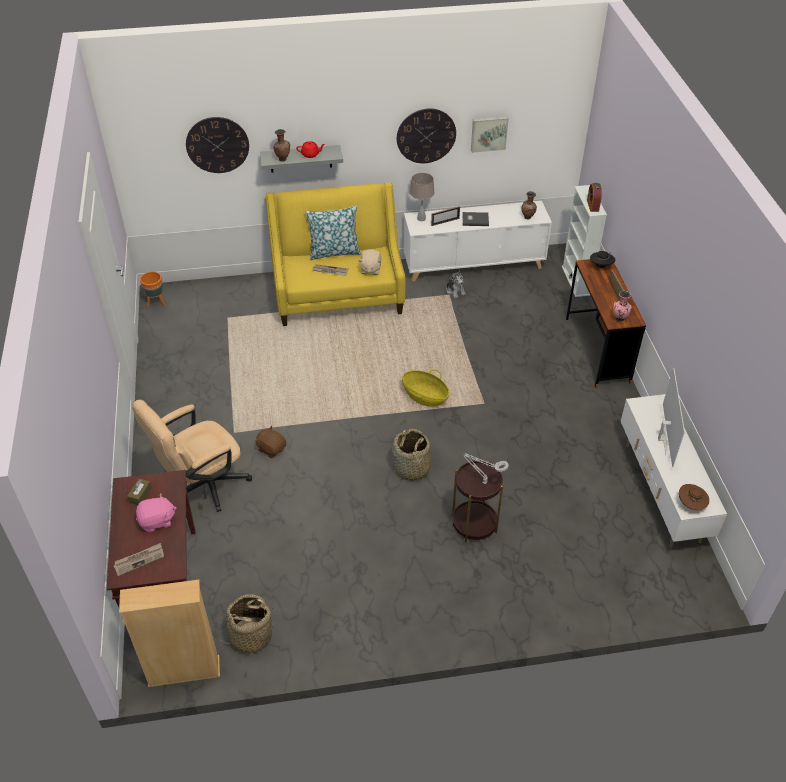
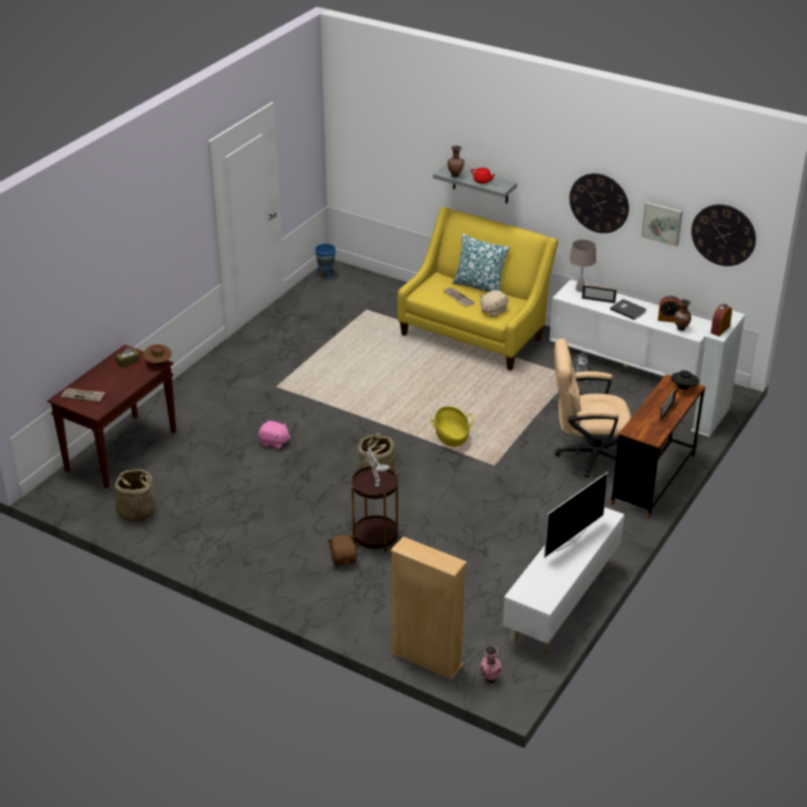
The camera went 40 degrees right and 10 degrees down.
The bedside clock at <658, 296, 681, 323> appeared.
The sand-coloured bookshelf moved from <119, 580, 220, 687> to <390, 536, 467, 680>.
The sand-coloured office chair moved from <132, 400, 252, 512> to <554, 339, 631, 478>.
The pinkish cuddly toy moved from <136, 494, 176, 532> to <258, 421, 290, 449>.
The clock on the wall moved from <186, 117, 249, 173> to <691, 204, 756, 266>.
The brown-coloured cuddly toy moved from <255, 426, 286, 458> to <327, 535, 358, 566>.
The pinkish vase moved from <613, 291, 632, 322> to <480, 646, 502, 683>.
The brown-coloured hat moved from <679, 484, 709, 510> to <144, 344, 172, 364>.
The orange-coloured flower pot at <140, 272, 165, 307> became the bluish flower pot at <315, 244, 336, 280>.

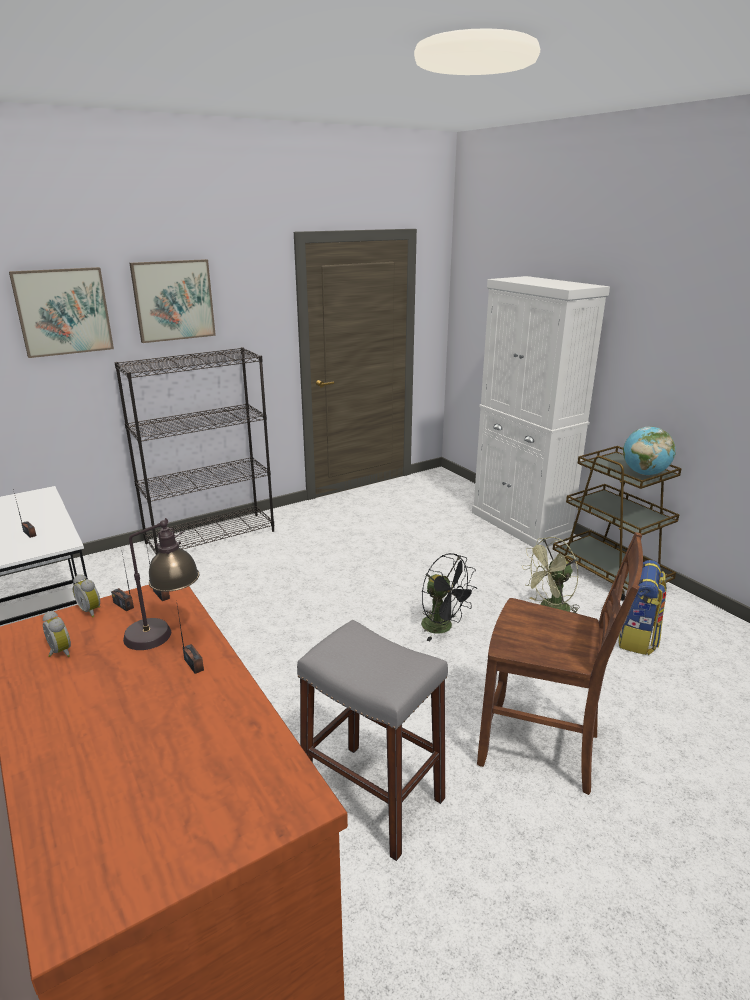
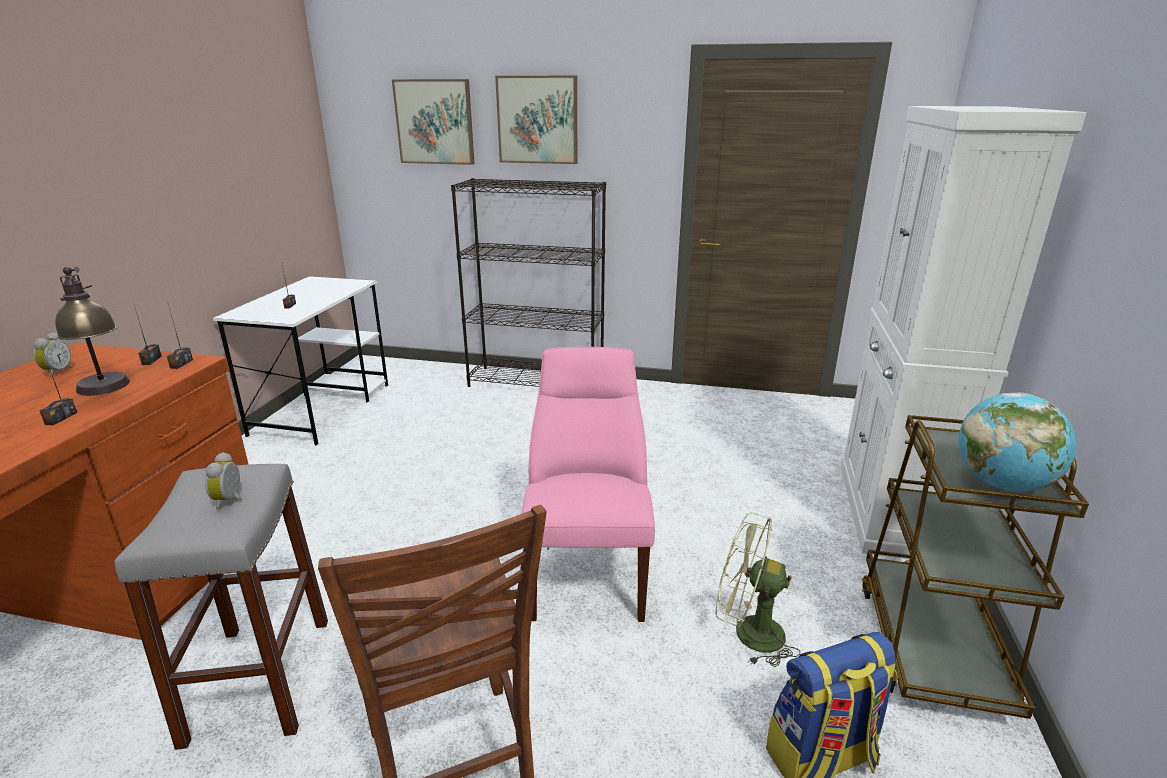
The camera went 45 degrees right and 0 degrees up.
The bedside clock moved from <73, 574, 100, 618> to <205, 452, 242, 510>.
The black-coloured cooling fan at <421, 553, 477, 641> was replaced by the pinkish plain chair at <522, 347, 655, 622>.

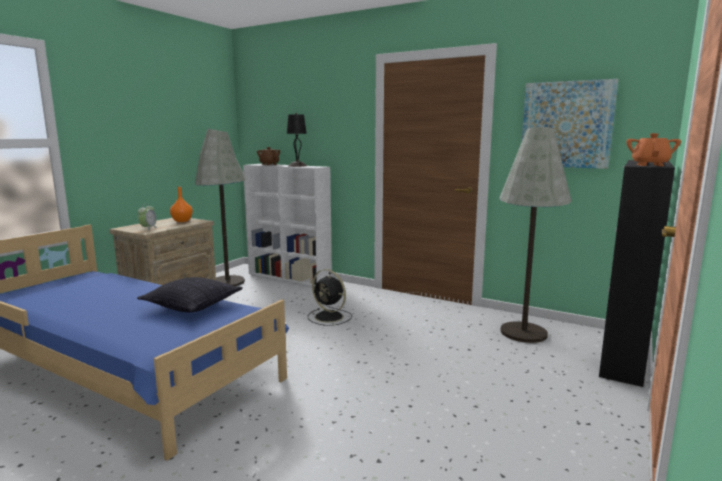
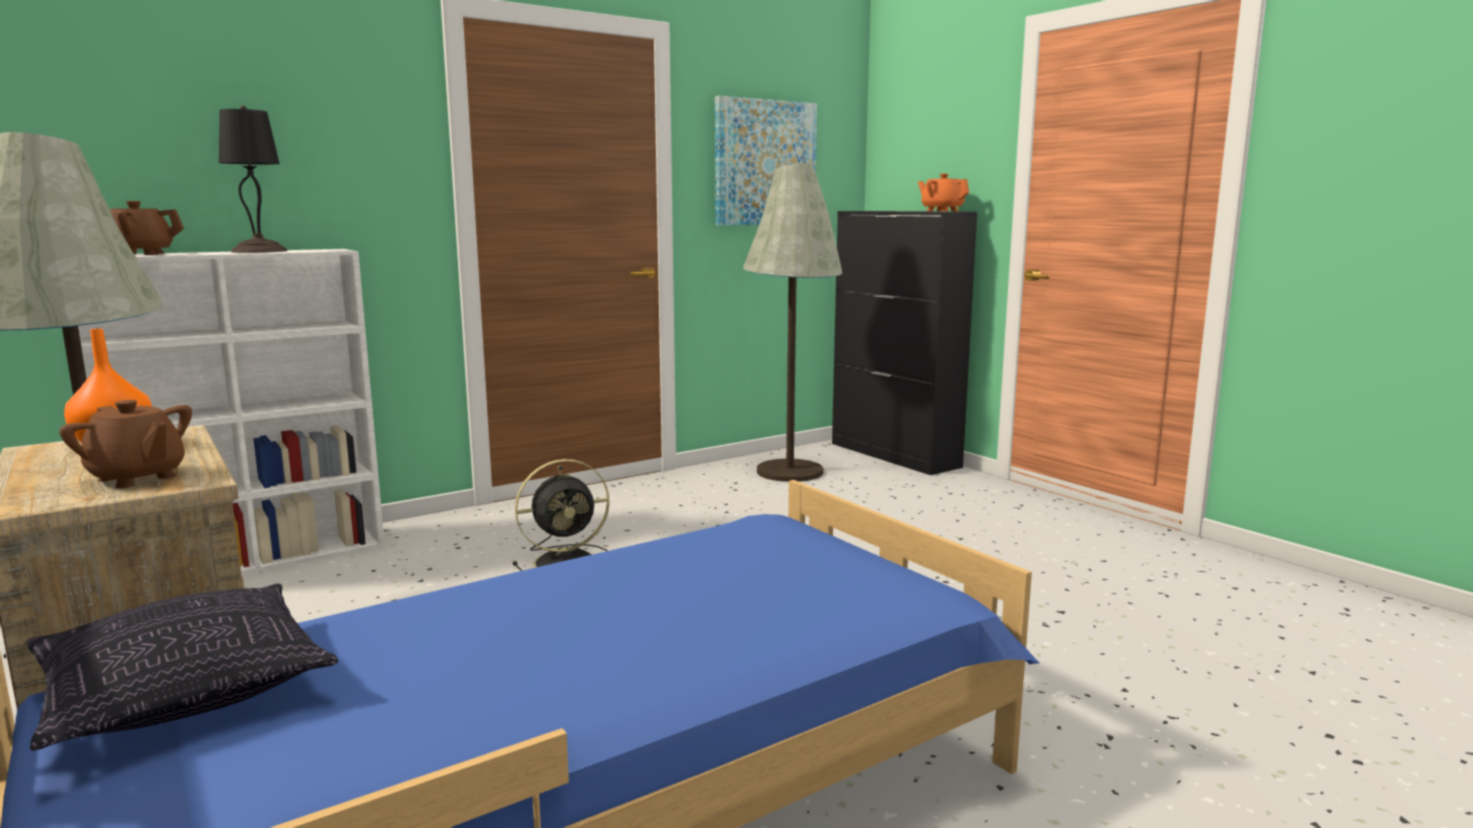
The camera went 65 degrees left and 0 degrees up.
The cushion moved from <137, 277, 243, 312> to <27, 583, 338, 751>.
The bedside clock at <138, 204, 157, 230> was replaced by the brown-coloured tea pot at <59, 400, 192, 488>.

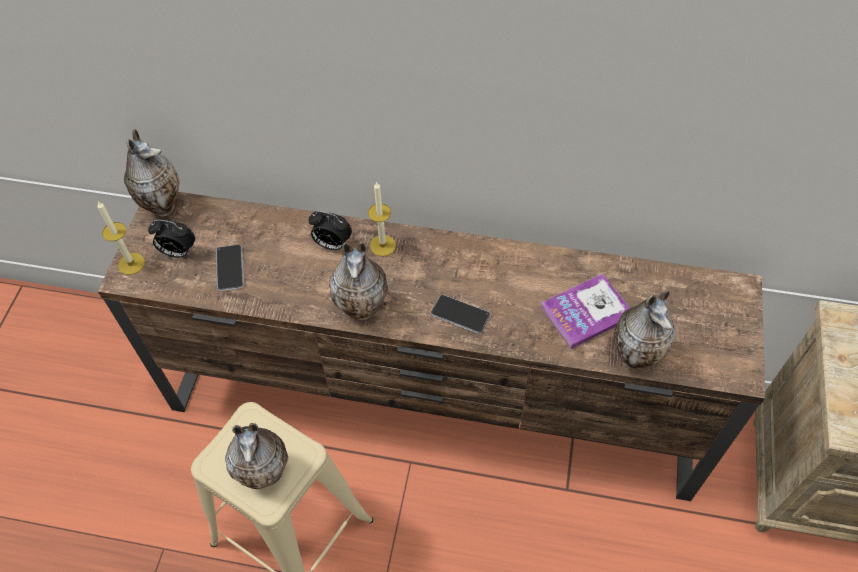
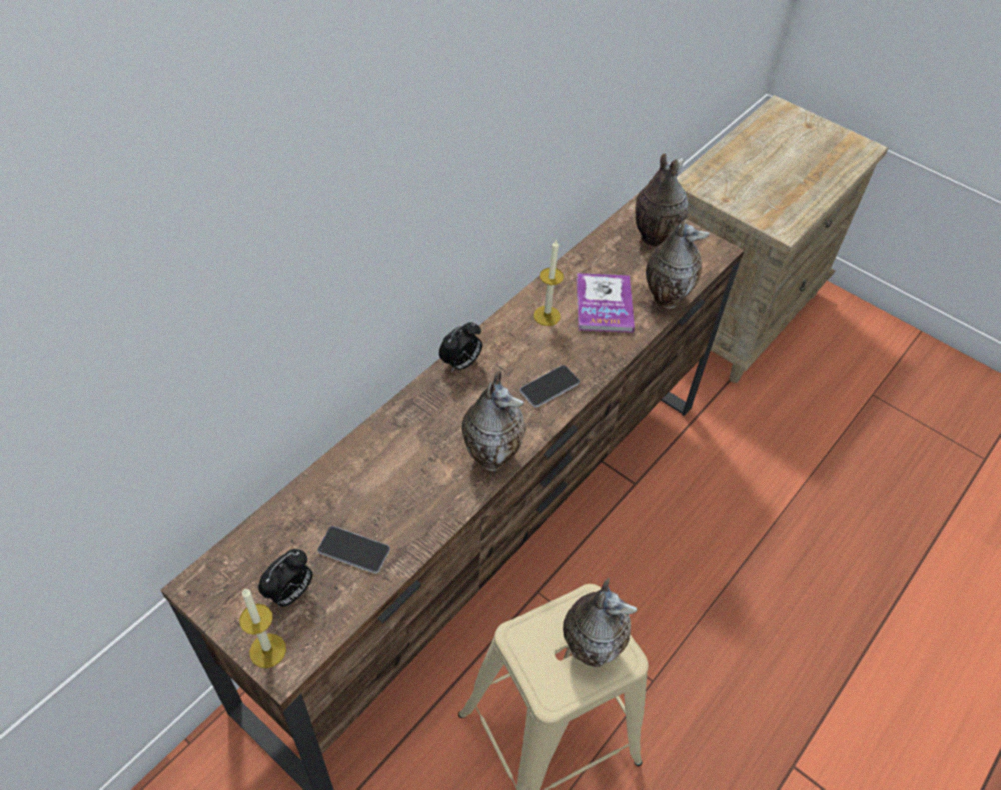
The camera went 65 degrees left and 5 degrees down.
The vase moved from <124, 129, 179, 216> to <635, 154, 688, 246>.
The bedside clock moved from <309, 211, 352, 250> to <439, 321, 482, 372>.
The wax light moved from <368, 181, 396, 256> to <534, 240, 564, 326>.

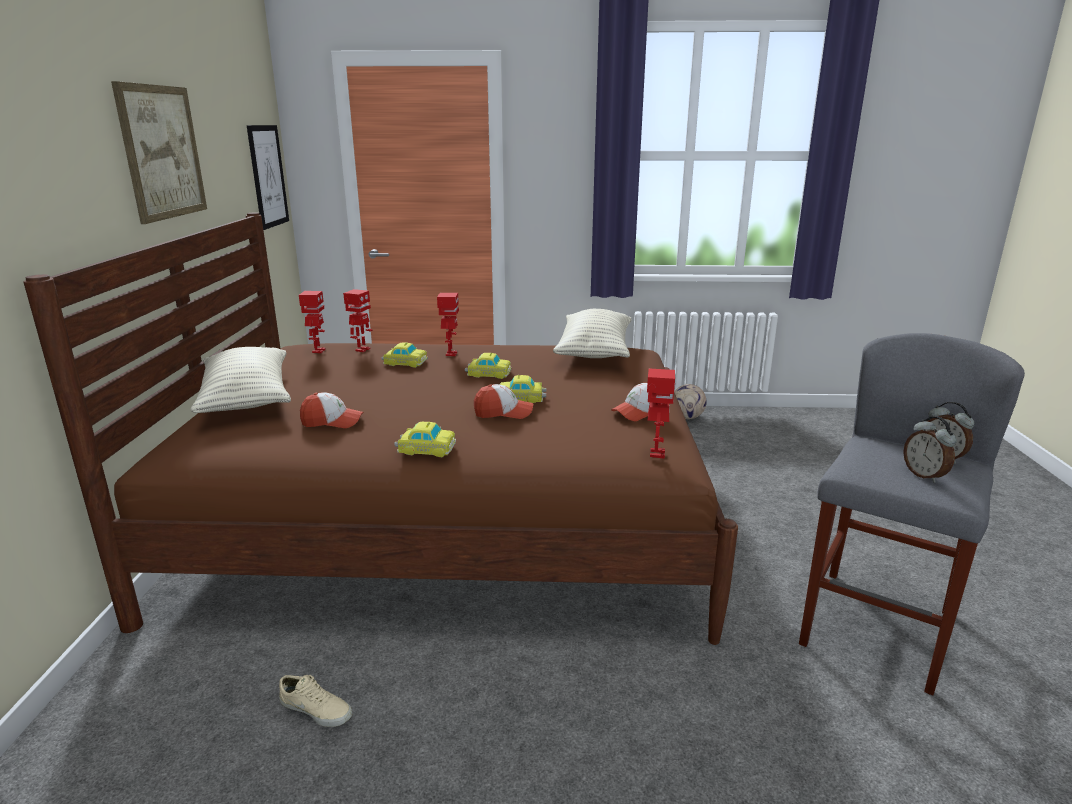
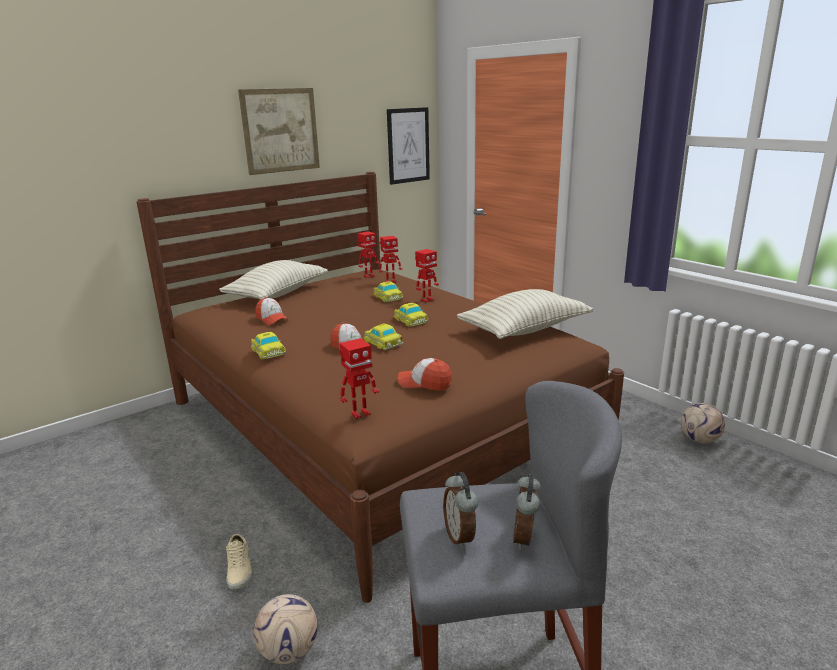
The camera went 50 degrees right and 0 degrees up.
The football ball at <254, 594, 318, 664> appeared.
The sand-coloured low shoe moved from <279, 675, 352, 727> to <226, 534, 252, 589>.
The bedside clock at <903, 416, 957, 483> turned 45 degrees counterclockwise.

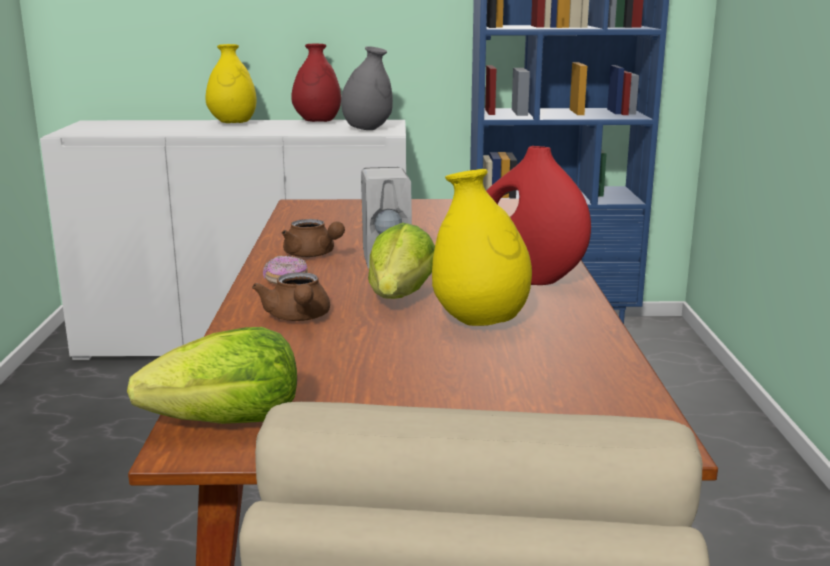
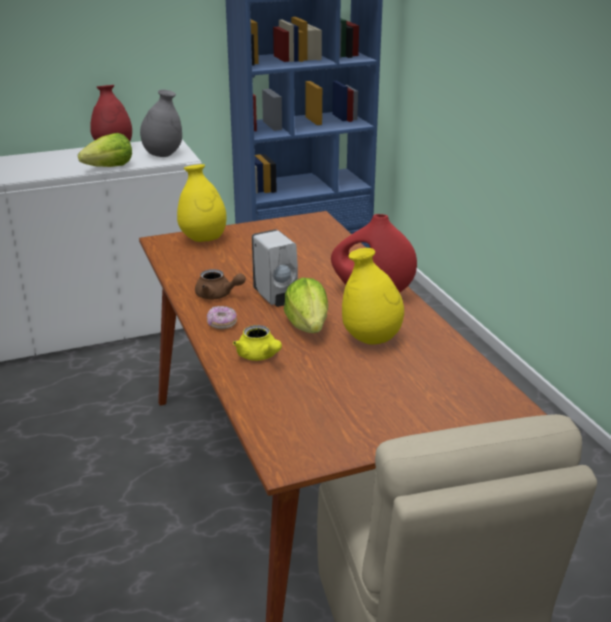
The camera went 20 degrees left and 10 degrees up.
The head of lettuce moved from <127, 327, 297, 424> to <78, 133, 132, 167>.
The yellowish vase moved from <205, 44, 257, 123> to <177, 164, 227, 242>.
The brown-coloured tea pot at <252, 272, 330, 321> became the yellowish tea pot at <233, 325, 282, 361>.

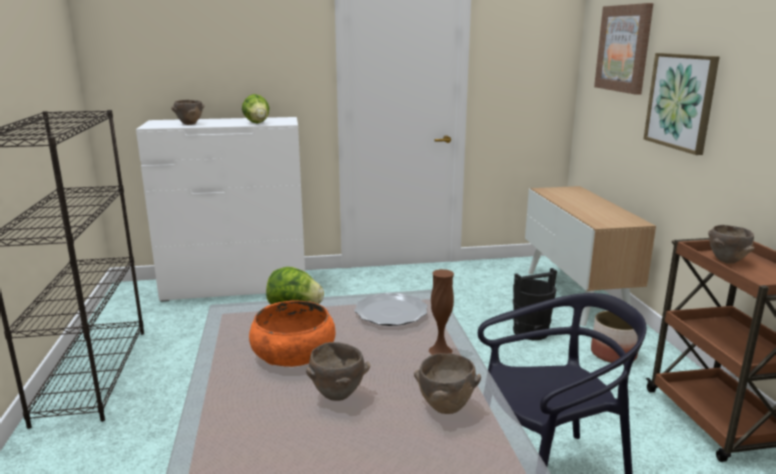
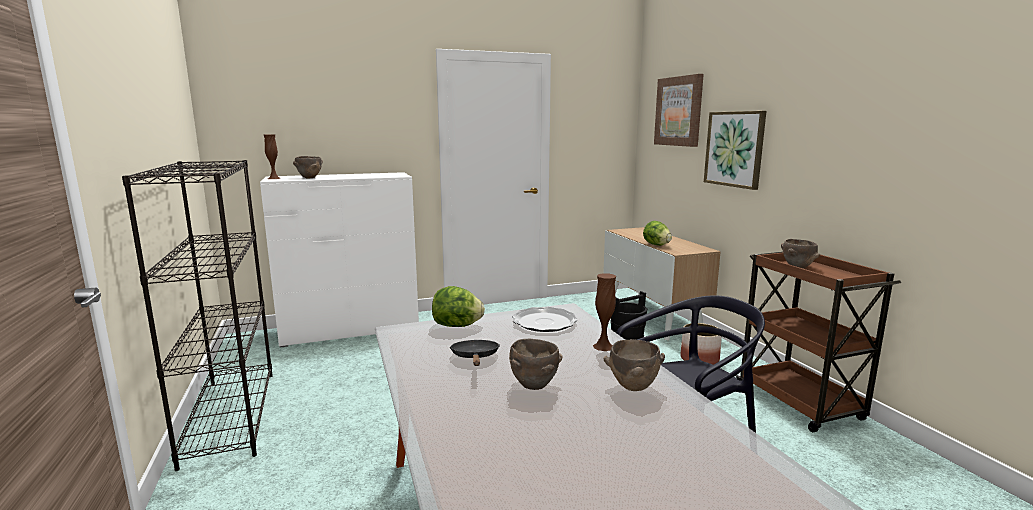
The camera went 10 degrees left and 5 degrees down.
The brown-coloured vase at <264, 134, 281, 179> appeared.
The head of lettuce moved from <242, 94, 269, 124> to <643, 221, 672, 246>.
The orange-coloured serving bowl at <249, 300, 335, 367> was replaced by the black-coloured skillet at <450, 340, 500, 366>.

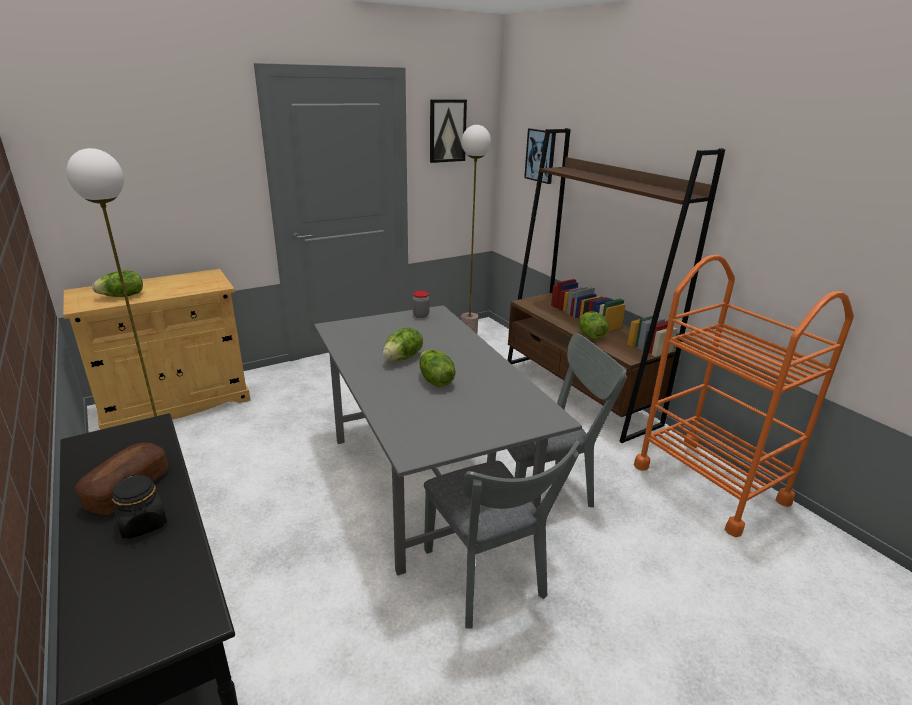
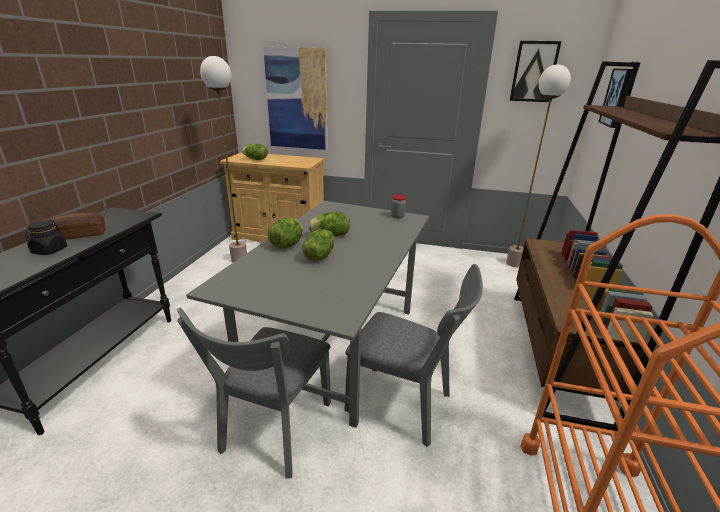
The camera went 45 degrees right and 0 degrees up.
The wall picture at <263, 47, 328, 150> appeared.
The head of lettuce moved from <579, 311, 609, 340> to <268, 218, 303, 249>.

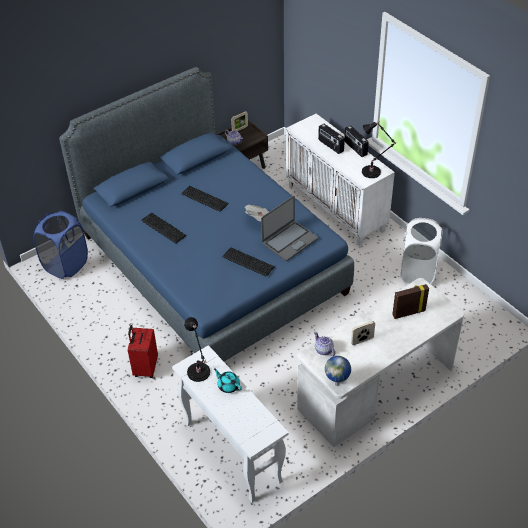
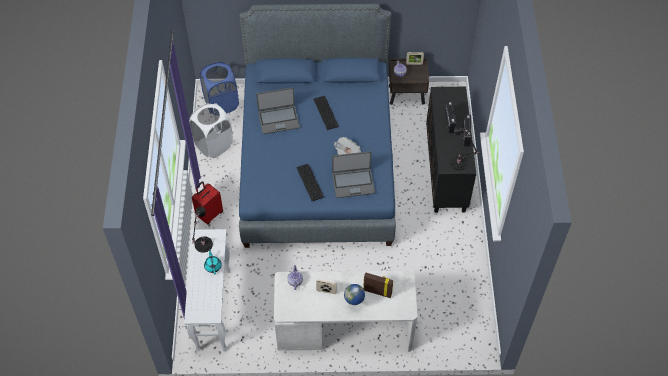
The camera went 35 degrees right and 10 degrees up.
The globe moved from <325, 356, 351, 386> to <344, 284, 365, 305>.
The white-coloured laundry basket moved from <400, 218, 442, 284> to <189, 103, 233, 158>.
The computer keyboard at <141, 213, 187, 243> was replaced by the portable computer at <256, 87, 300, 134>.
The white-coloured storage cabinet at <286, 114, 395, 246> became the black-coloured storage cabinet at <426, 87, 476, 213>.

